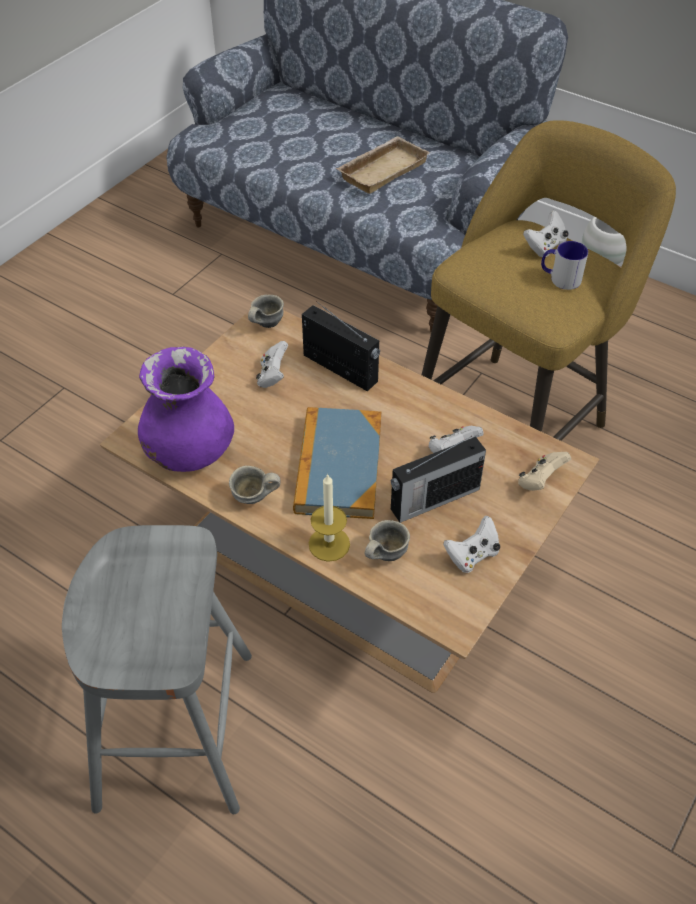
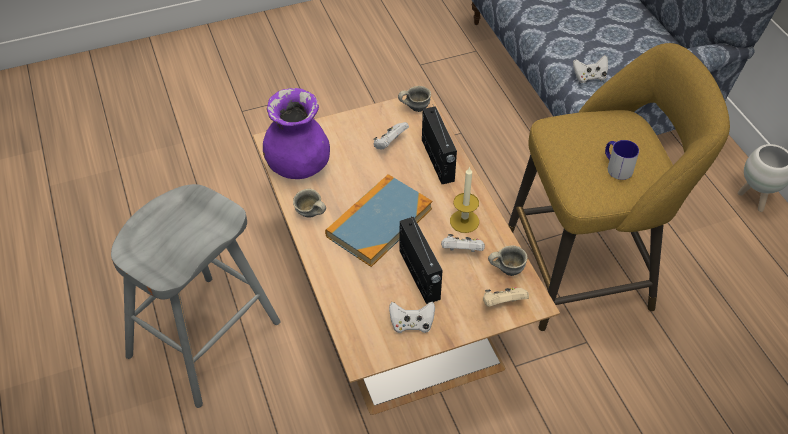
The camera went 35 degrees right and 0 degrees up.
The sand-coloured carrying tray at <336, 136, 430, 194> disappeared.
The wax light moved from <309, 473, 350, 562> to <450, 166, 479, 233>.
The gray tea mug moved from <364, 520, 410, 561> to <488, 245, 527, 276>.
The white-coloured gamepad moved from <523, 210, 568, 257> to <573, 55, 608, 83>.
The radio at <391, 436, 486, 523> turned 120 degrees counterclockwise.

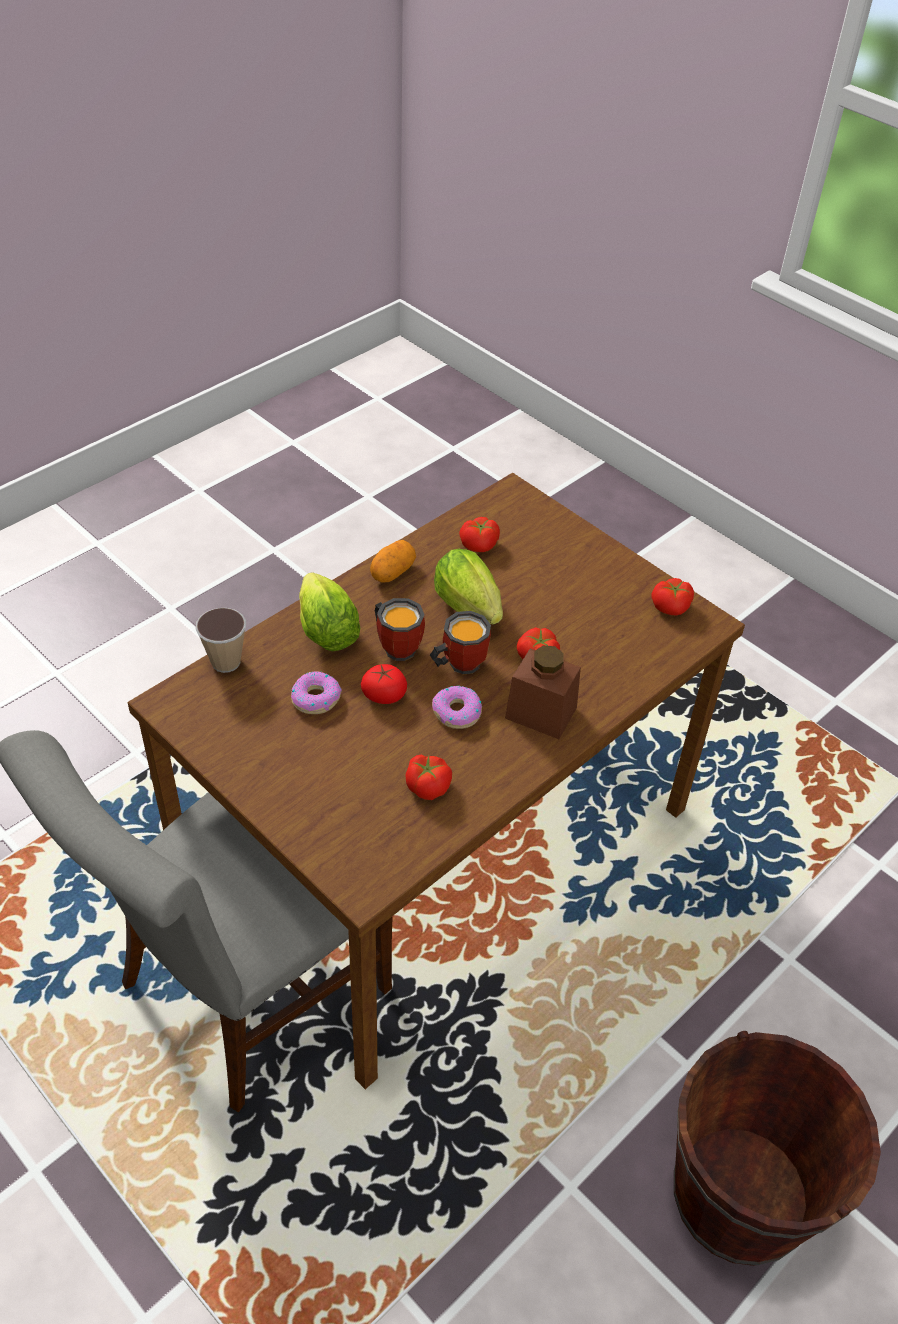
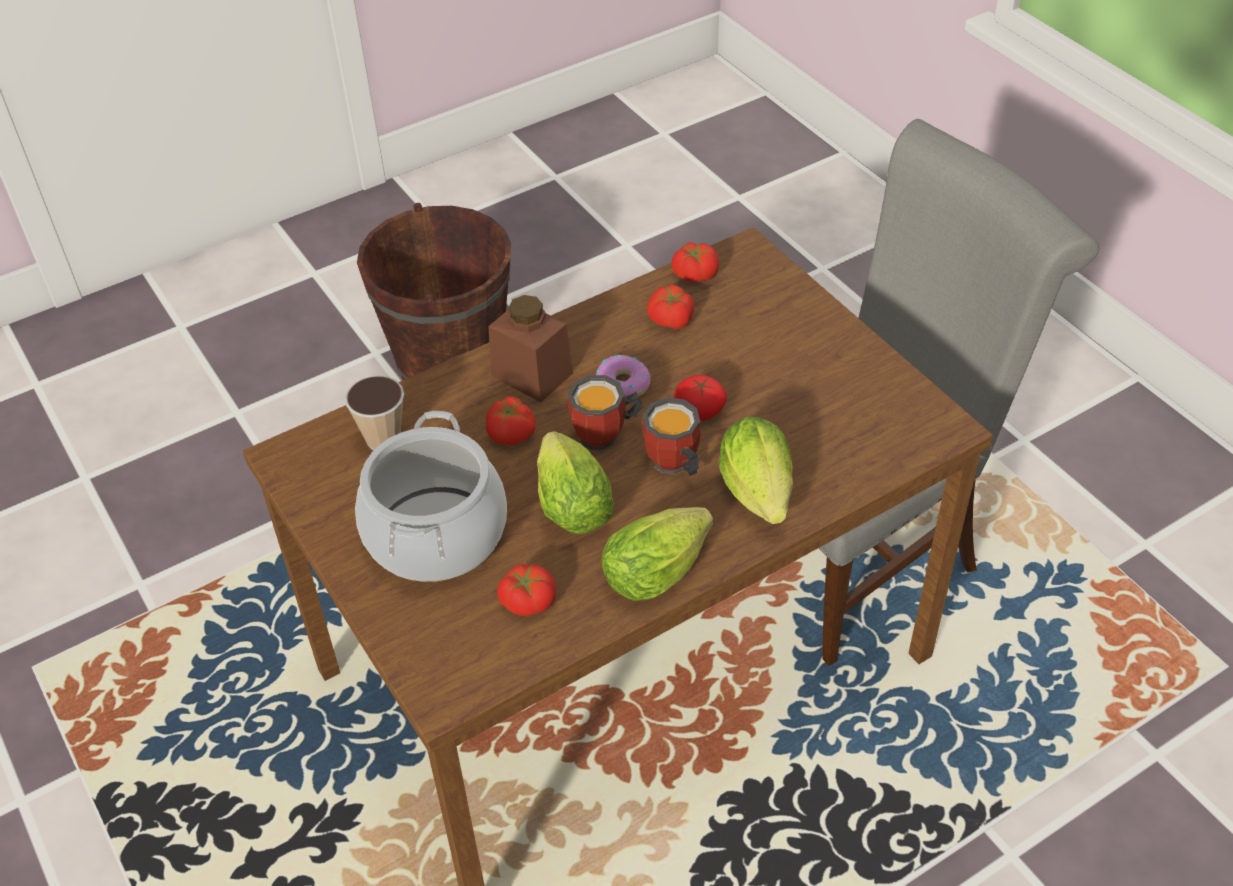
The camera went 165 degrees left and 0 degrees up.
The doughnut at <291, 671, 342, 714> disappeared.
The stockpot at <355, 411, 507, 582> appeared.
The cup moved from <195, 608, 246, 673> to <345, 376, 404, 450>.
The fresh tomato moved from <651, 578, 694, 616> to <671, 242, 719, 282>.
The whole potato at <370, 540, 416, 582> was replaced by the head of lettuce at <601, 507, 713, 601>.

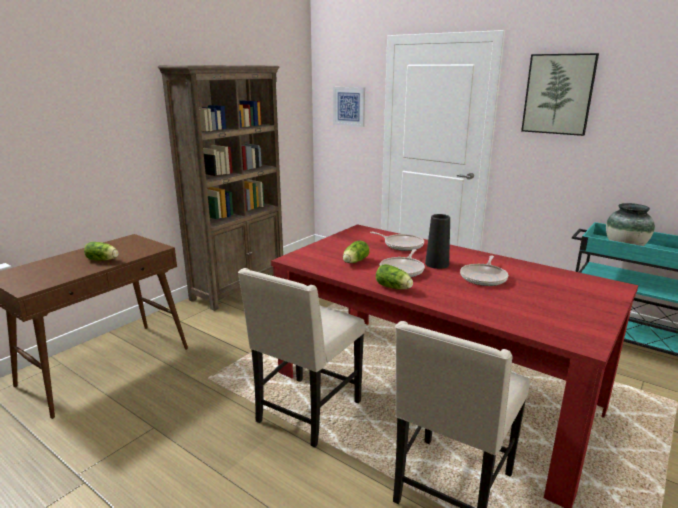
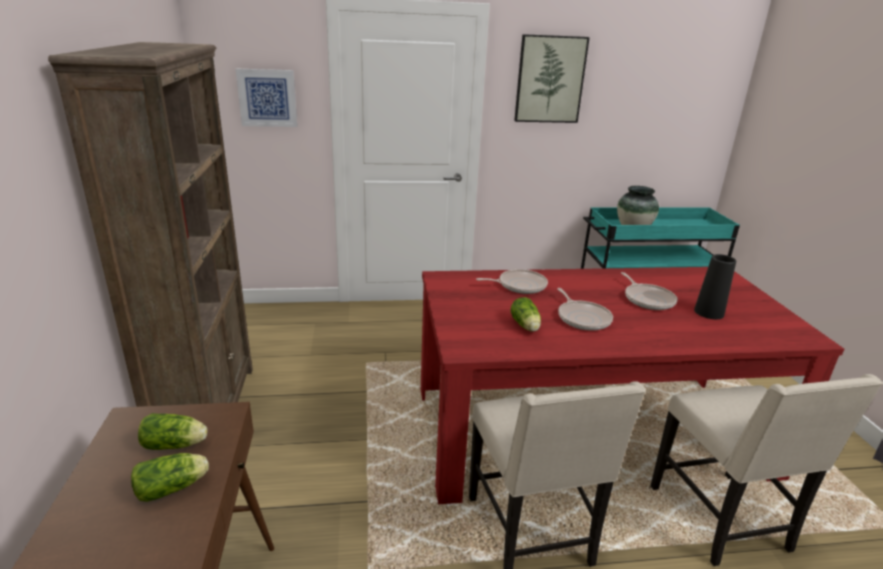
The camera went 45 degrees left and 5 degrees up.
The head of lettuce moved from <376, 264, 413, 290> to <138, 413, 208, 450>.
The black-coloured vase moved from <425, 214, 450, 269> to <694, 254, 736, 319>.

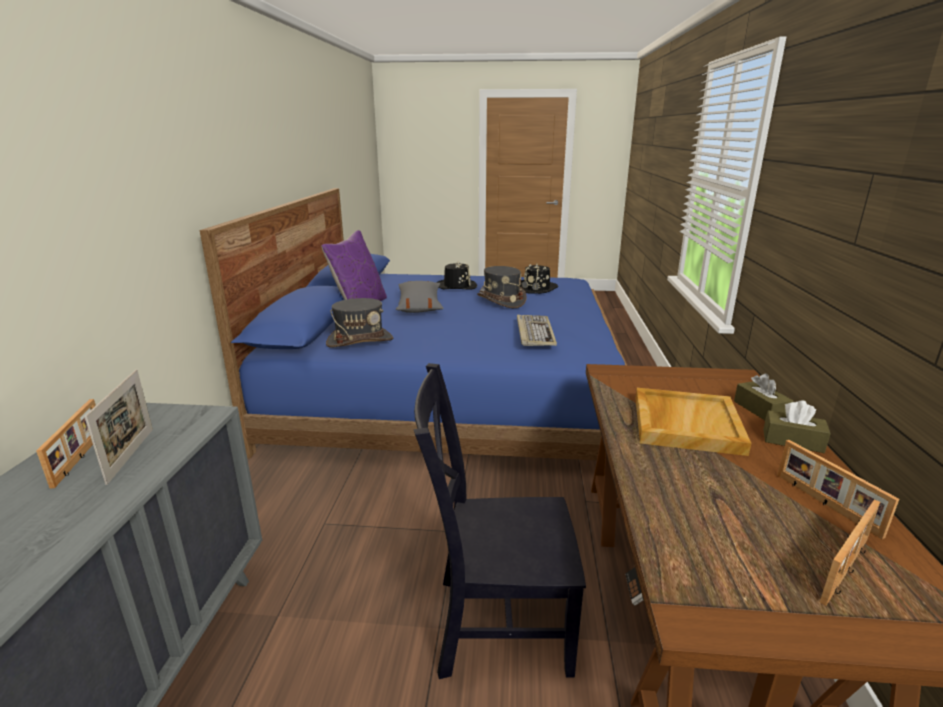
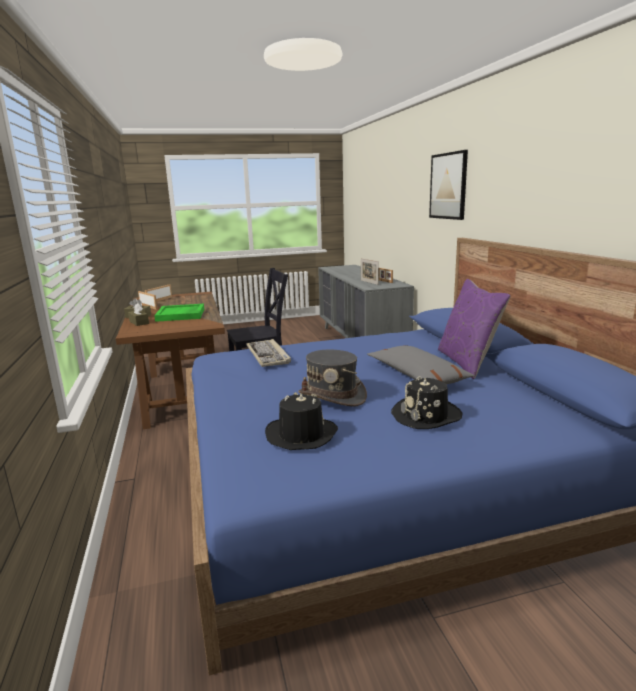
The camera went 160 degrees right and 5 degrees down.
The gray hat at <326, 298, 393, 348> disappeared.
The wall picture at <429, 150, 468, 220> appeared.
The sand-coloured carrying tray at <635, 388, 751, 456> became the greenish carrying tray at <154, 304, 204, 322>.

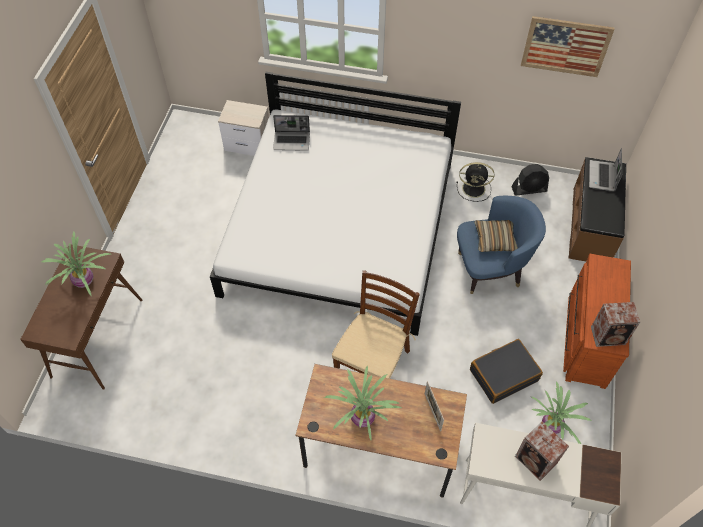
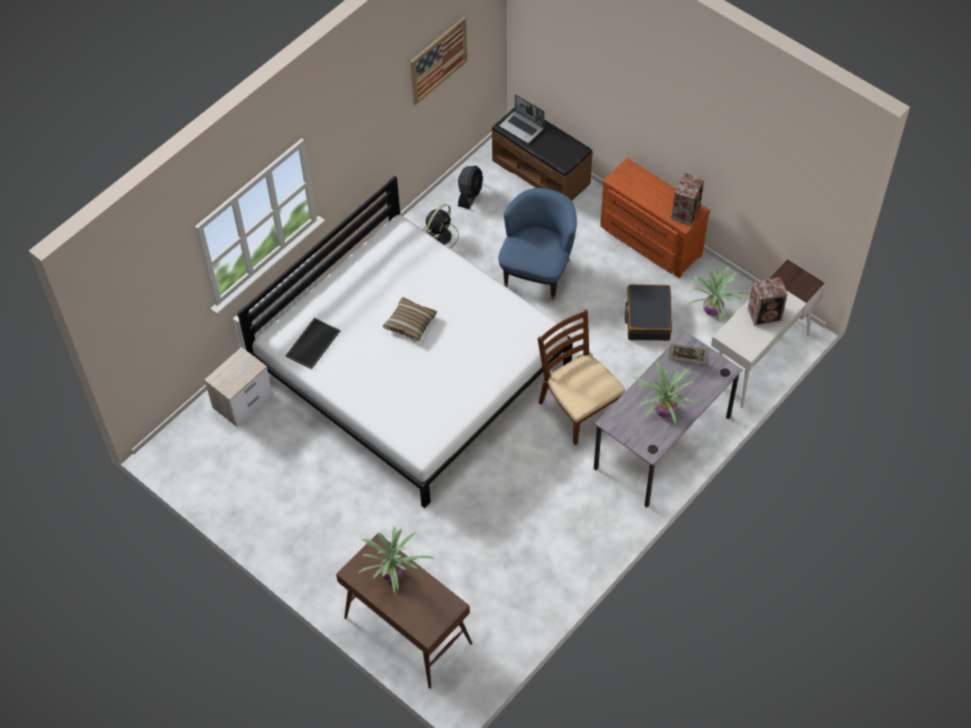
The camera went 60 degrees left and 0 degrees up.
The cushion moved from <474, 220, 518, 252> to <383, 297, 437, 341>.
The portable computer at <273, 115, 310, 151> was replaced by the carrying tray at <285, 318, 340, 369>.
The brown-coloured desk unit at <295, 364, 467, 497> became the gray desk unit at <594, 331, 743, 507>.

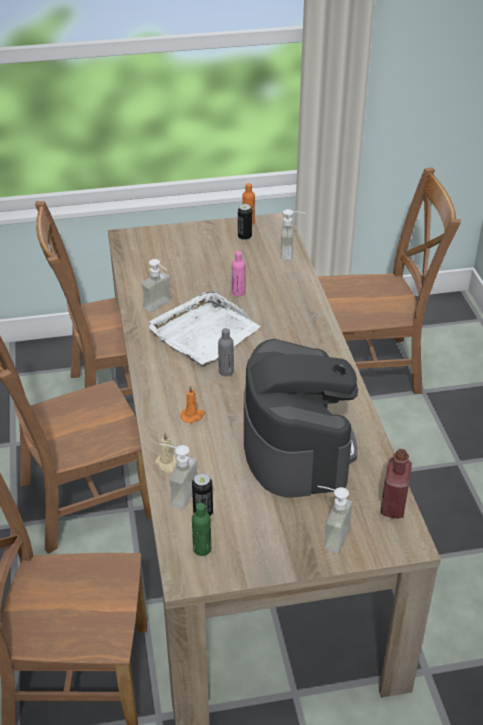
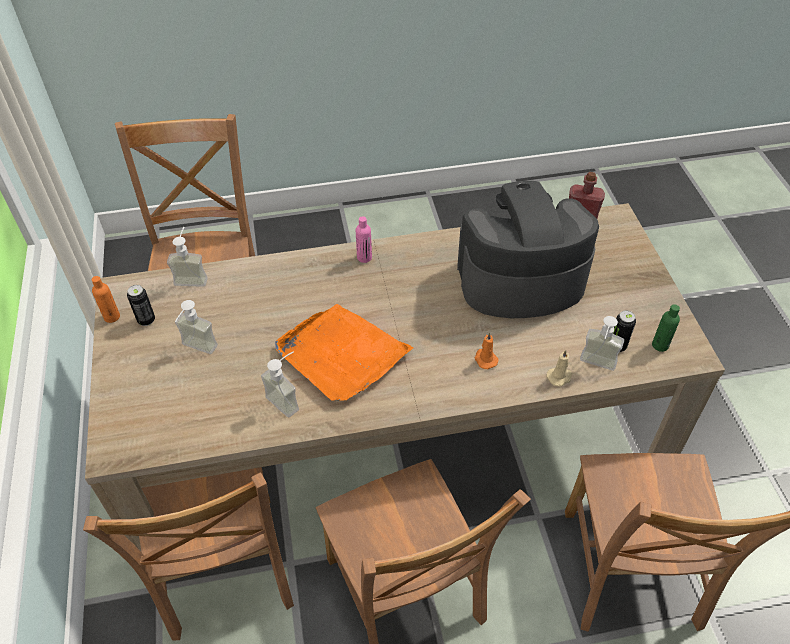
The camera went 90 degrees left and 10 degrees up.
The gray drink bottle at <218, 328, 234, 376> disappeared.
The pinkish drink bottle moved from <232, 251, 245, 296> to <356, 216, 372, 263>.
The liquid soap bottle moved from <318, 486, 353, 553> to <175, 300, 218, 354>.
The white-coloured carrying tray at <149, 292, 260, 365> became the orange-coloured carrying tray at <275, 304, 414, 401>.

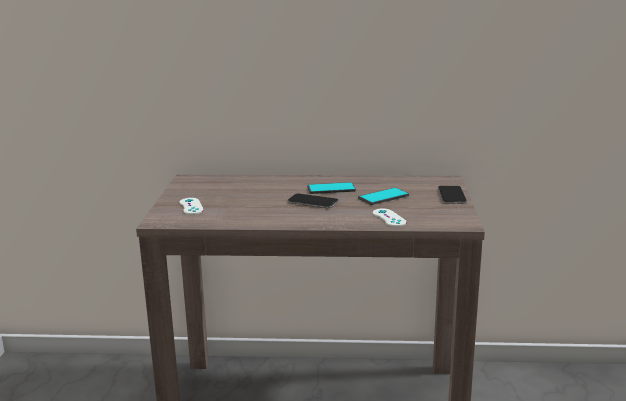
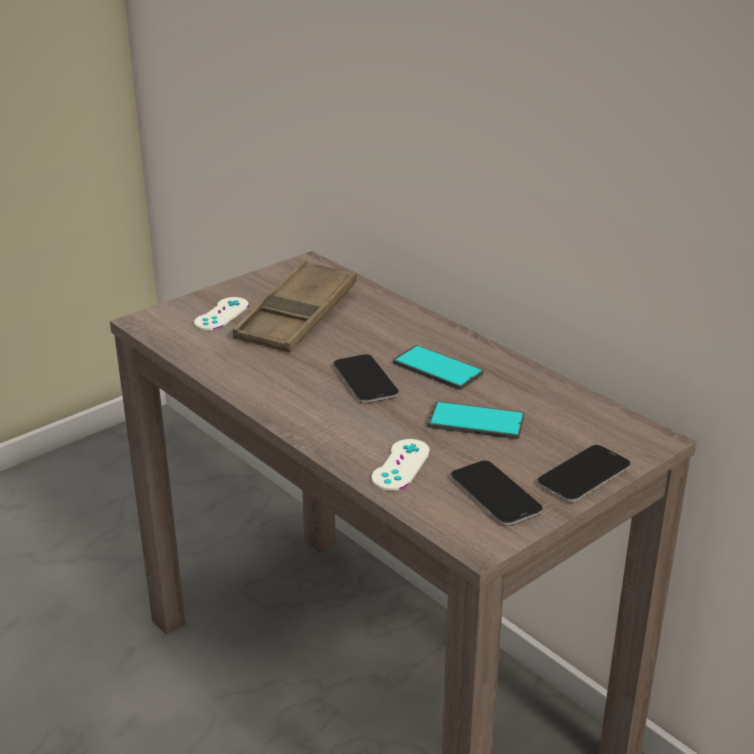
The camera went 45 degrees right and 10 degrees up.
The brown-coloured carrying tray at <233, 260, 357, 352> appeared.
The telephone at <451, 461, 543, 526> appeared.

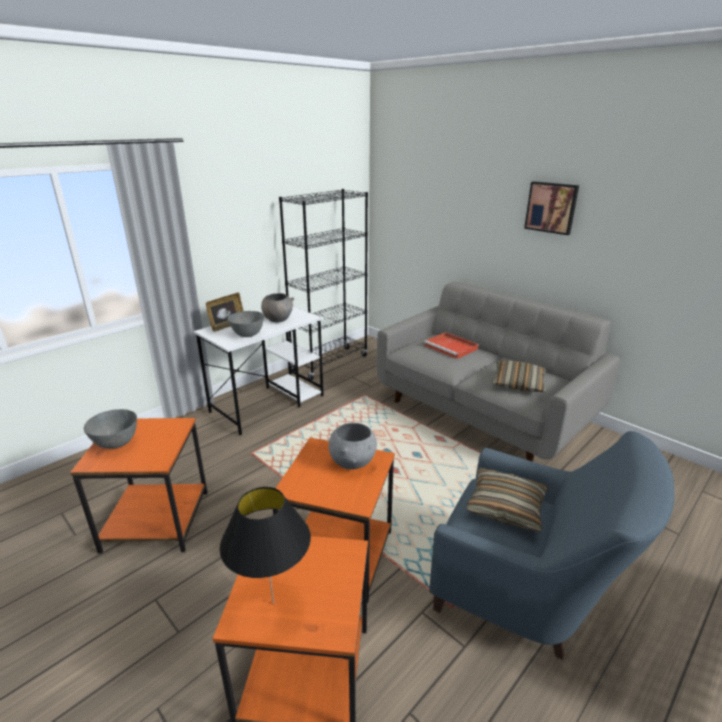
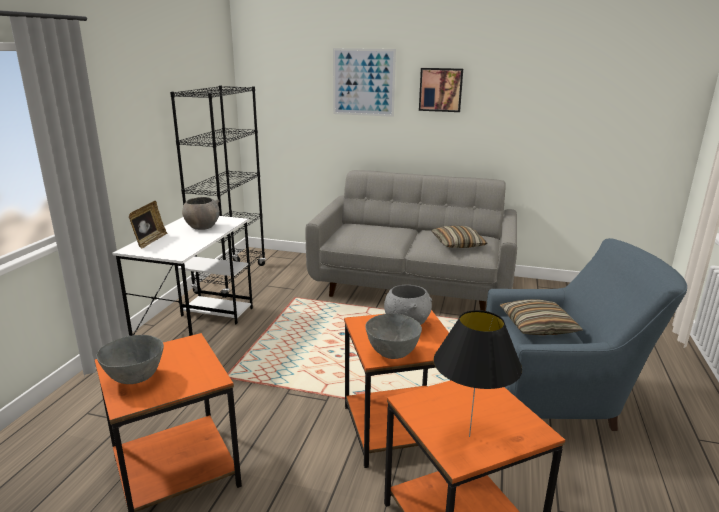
The camera went 30 degrees left and 5 degrees down.
The red carrying tray at <424, 332, 478, 359> disappeared.
The wall picture at <333, 48, 396, 117> appeared.
The gray serving bowl moved from <227, 311, 264, 337> to <366, 314, 422, 359>.

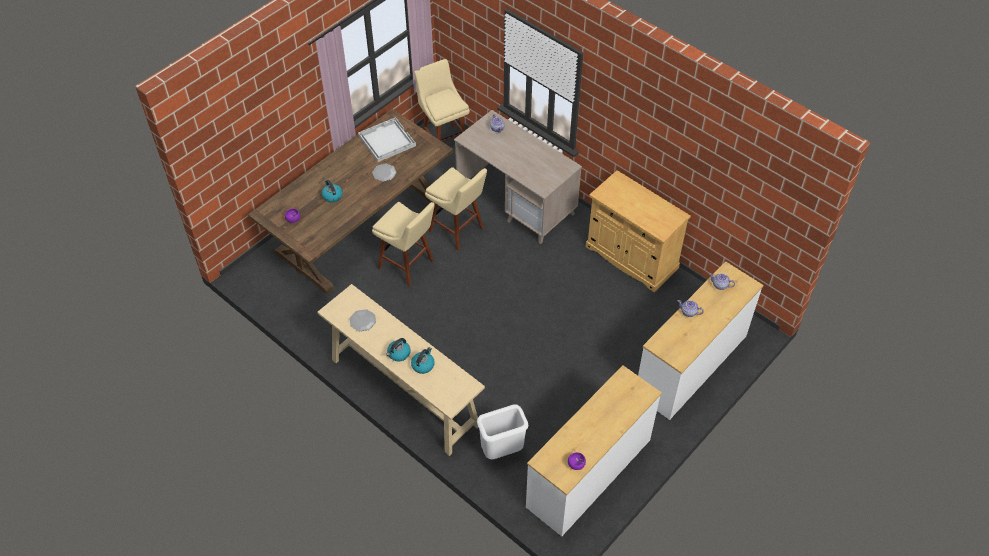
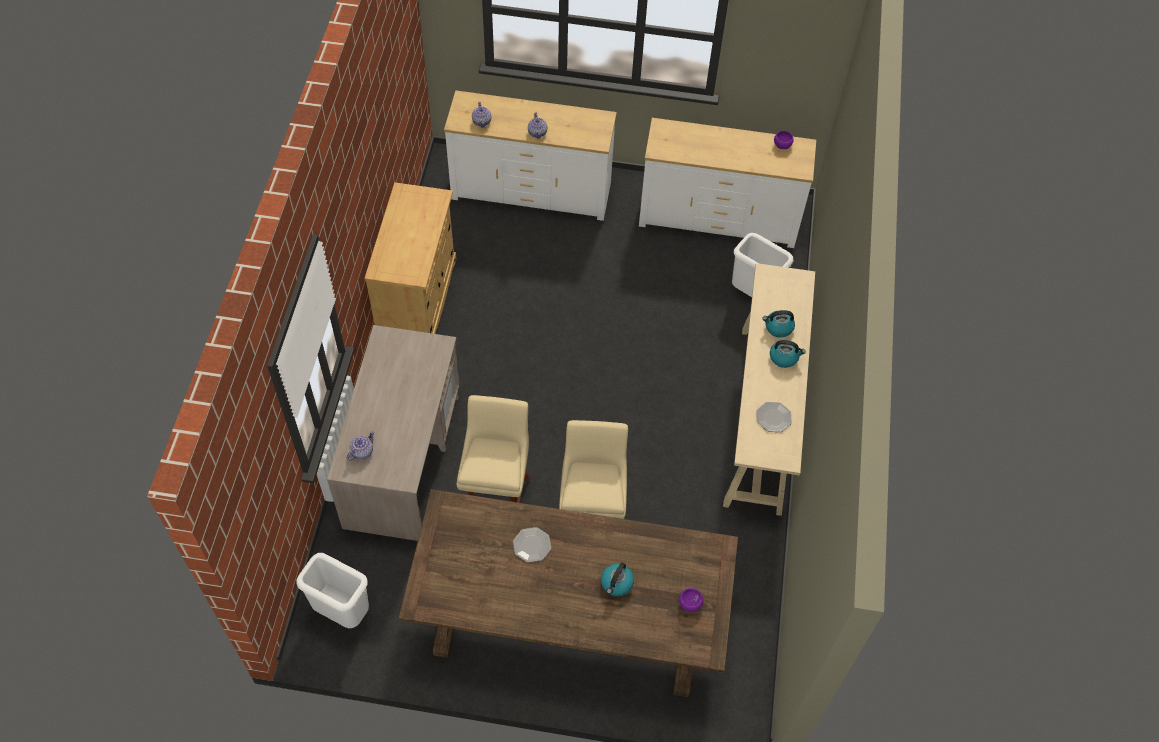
The camera went 125 degrees left and 5 degrees up.
The white-coloured carrying tray at <358, 117, 416, 162> disappeared.
The sand-coloured stool at <414, 59, 470, 142> was replaced by the white-coloured trash can at <296, 553, 369, 628>.

